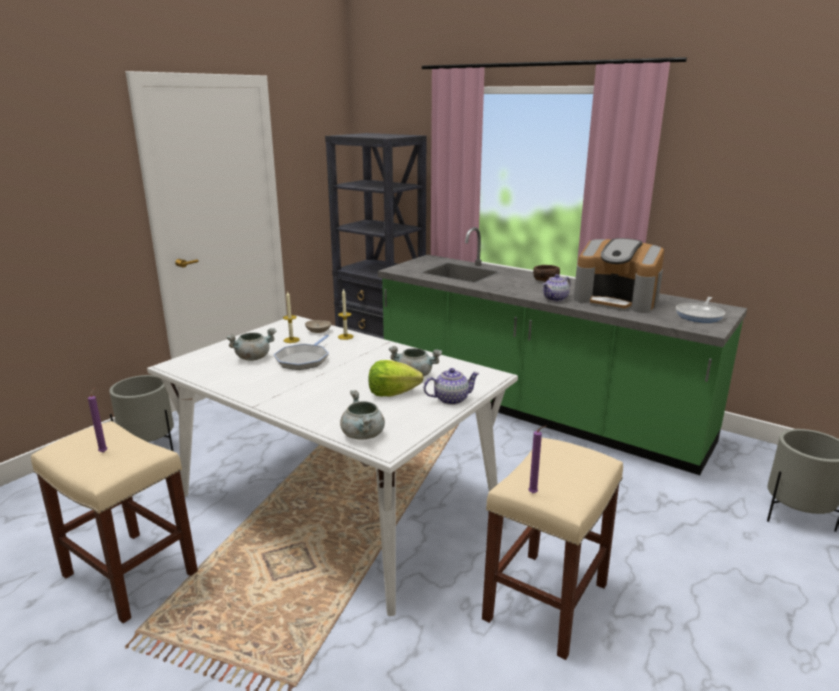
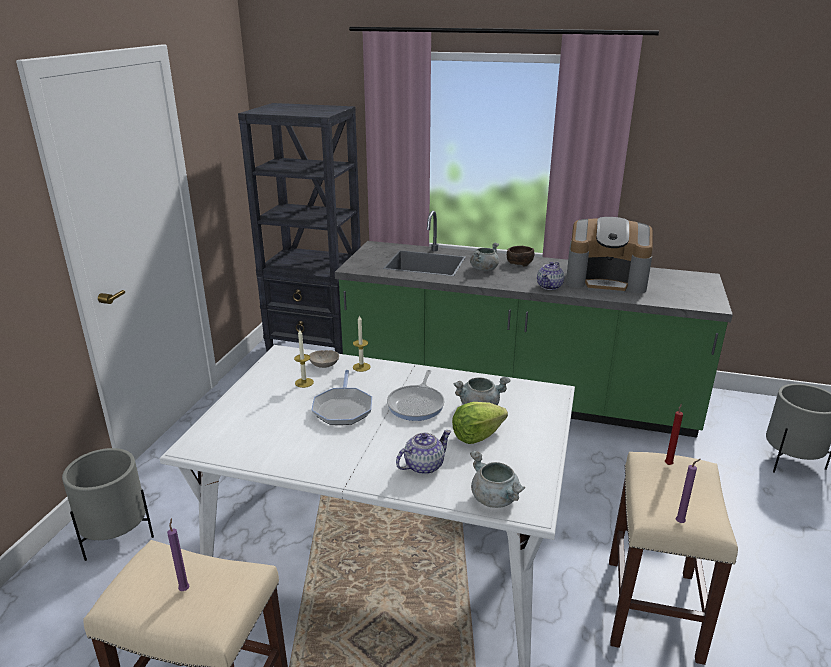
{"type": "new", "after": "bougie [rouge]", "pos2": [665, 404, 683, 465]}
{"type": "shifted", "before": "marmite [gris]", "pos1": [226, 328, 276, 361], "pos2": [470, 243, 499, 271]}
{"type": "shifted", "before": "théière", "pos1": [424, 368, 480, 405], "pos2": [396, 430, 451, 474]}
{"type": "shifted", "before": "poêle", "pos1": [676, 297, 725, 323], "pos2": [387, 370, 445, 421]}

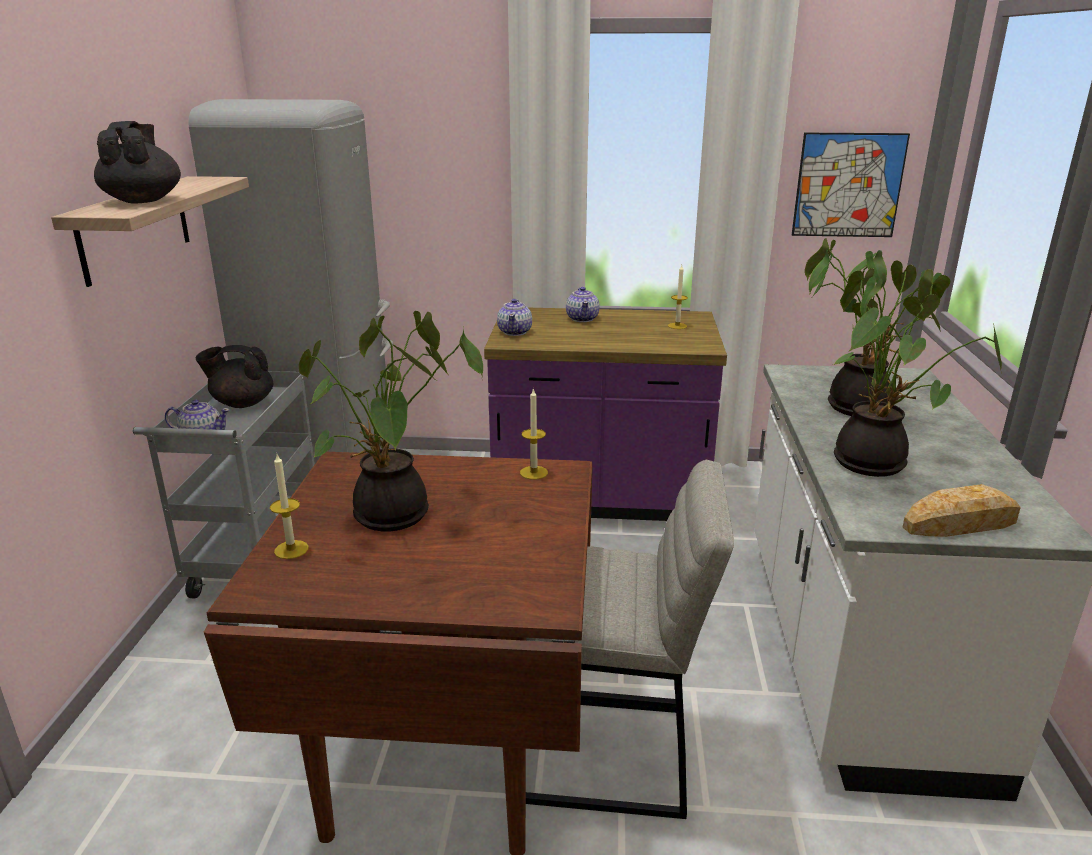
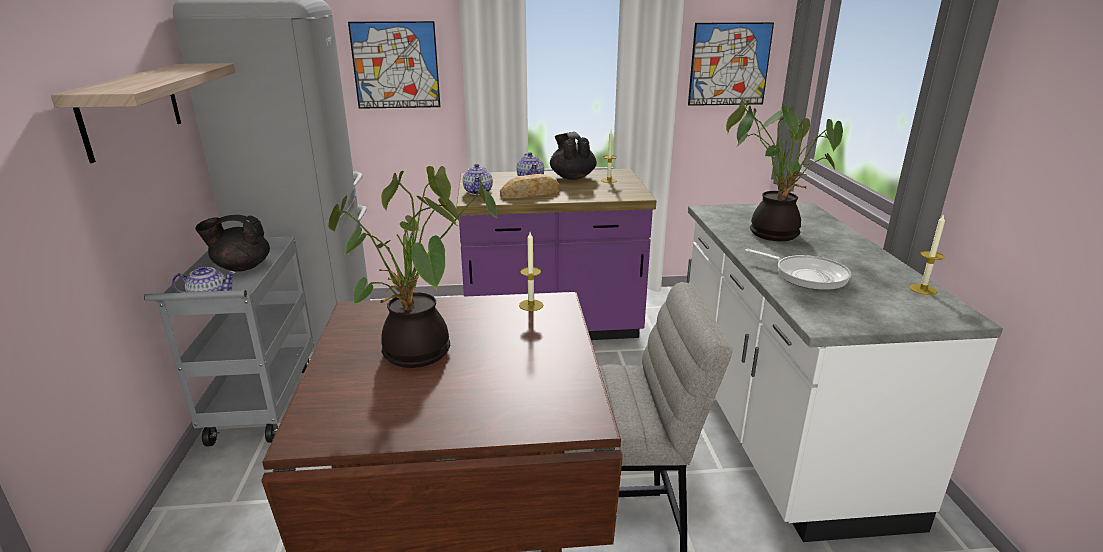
{"type": "new", "after": "tableau", "pos2": [348, 21, 441, 109]}
{"type": "shifted", "before": "théière [noir]", "pos1": [94, 121, 181, 204], "pos2": [550, 132, 597, 180]}
{"type": "shifted", "before": "bougie", "pos1": [270, 454, 309, 559], "pos2": [910, 214, 945, 295]}
{"type": "shifted", "before": "pain", "pos1": [902, 484, 1021, 537], "pos2": [500, 174, 560, 198]}
{"type": "swapped", "before": "plante en pot", "after": "poêle", "pos1": [833, 268, 1002, 477], "pos2": [745, 249, 851, 290]}

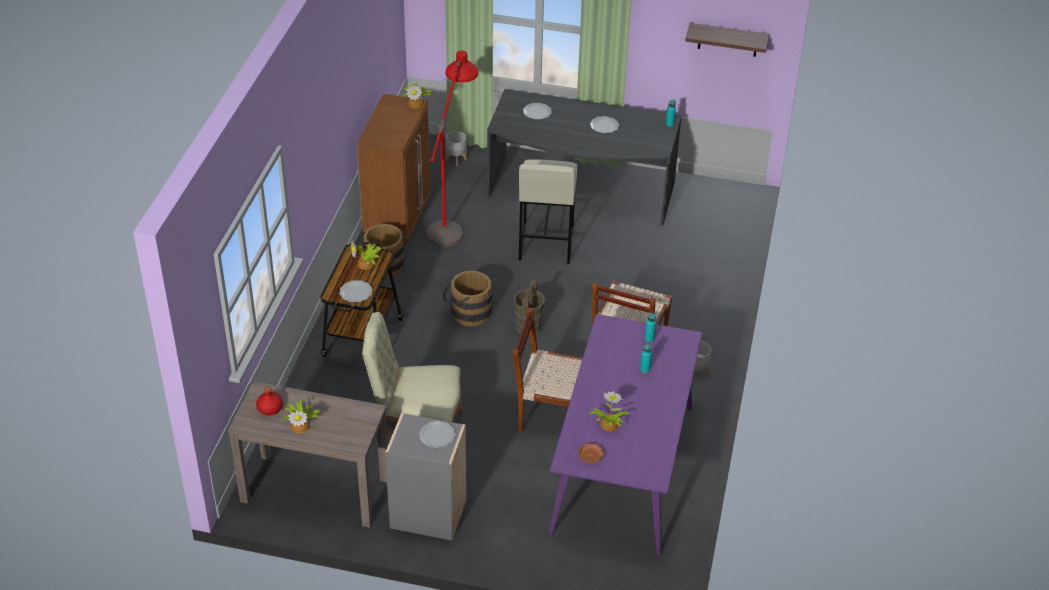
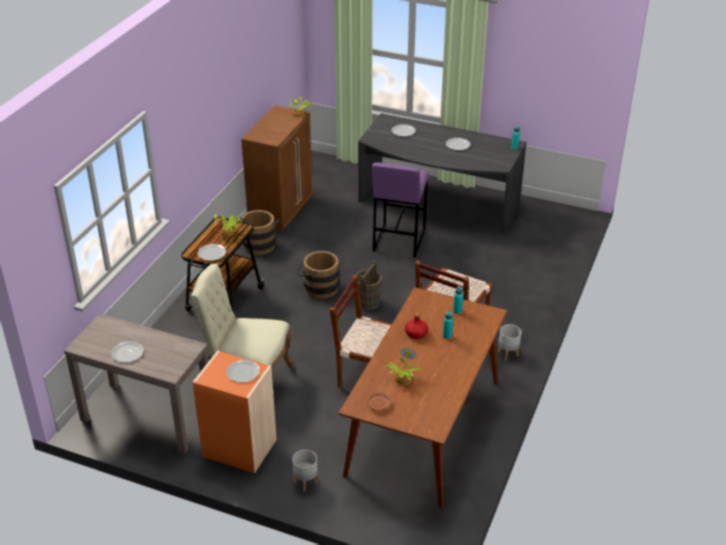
{"type": "gone", "before": "lampadaire [rouge]", "pos1": [426, 50, 478, 247]}
{"type": "gone", "before": "étagère", "pos1": [685, 23, 770, 57]}
{"type": "shifted", "before": "bouteille [rouge]", "pos1": [256, 386, 283, 415], "pos2": [405, 312, 428, 339]}
{"type": "shifted", "before": "cache-pot [gris]", "pos1": [446, 131, 467, 166], "pos2": [292, 450, 318, 491]}
{"type": "swapped", "before": "plante en pot", "after": "assiette", "pos1": [281, 400, 320, 434], "pos2": [111, 341, 144, 363]}
{"type": "repainted", "before": "bibliothèque [gris]", "after": "bibliothèque [orange]", "pos1": [385, 413, 466, 541], "pos2": [193, 350, 277, 473]}
{"type": "repainted", "before": "tabouret [beige]", "after": "tabouret [violet]", "pos1": [519, 159, 578, 264], "pos2": [372, 162, 429, 258]}
{"type": "repainted", "before": "table à manger [violet]", "after": "table à manger [marron]", "pos1": [549, 314, 702, 556], "pos2": [338, 287, 507, 508]}

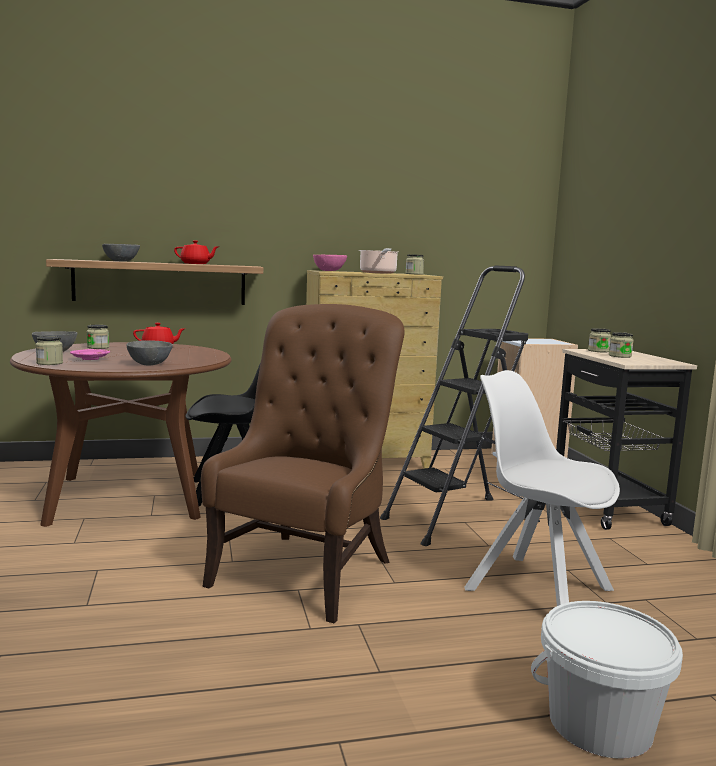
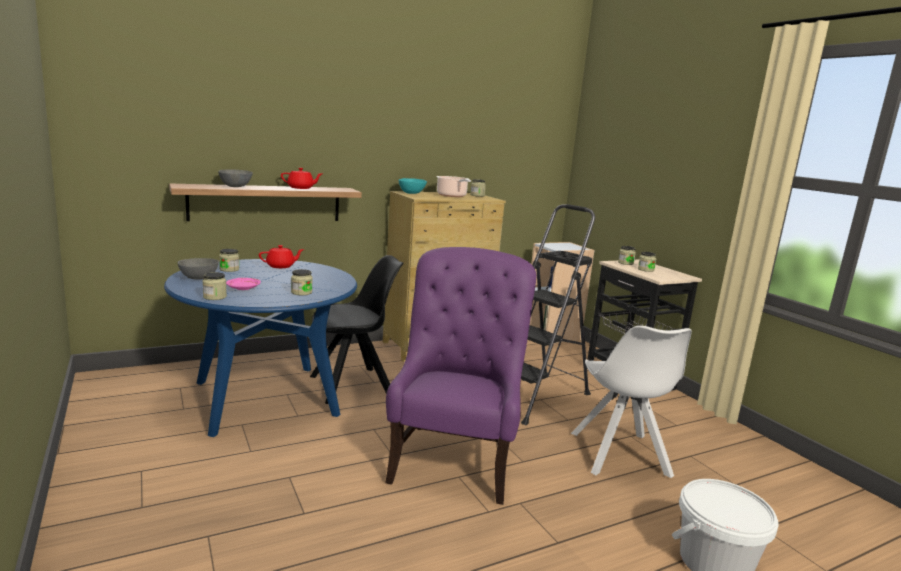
{"type": "swapped", "before": "bol [gris]", "after": "bocal", "pos1": [127, 340, 173, 365], "pos2": [291, 269, 313, 295]}
{"type": "repainted", "before": "table à manger [marron]", "after": "table à manger [bleu]", "pos1": [10, 342, 232, 527], "pos2": [164, 259, 357, 437]}
{"type": "repainted", "before": "chaise [marron]", "after": "chaise [violet]", "pos1": [201, 304, 405, 623], "pos2": [385, 247, 536, 505]}
{"type": "repainted", "before": "bol [rose]", "after": "bol [turquoise]", "pos1": [313, 255, 347, 271], "pos2": [399, 178, 427, 194]}
{"type": "rotated", "before": "chaise [blanc]", "pos1": [465, 370, 620, 606], "pos2": [571, 326, 692, 478], "turn": -120}

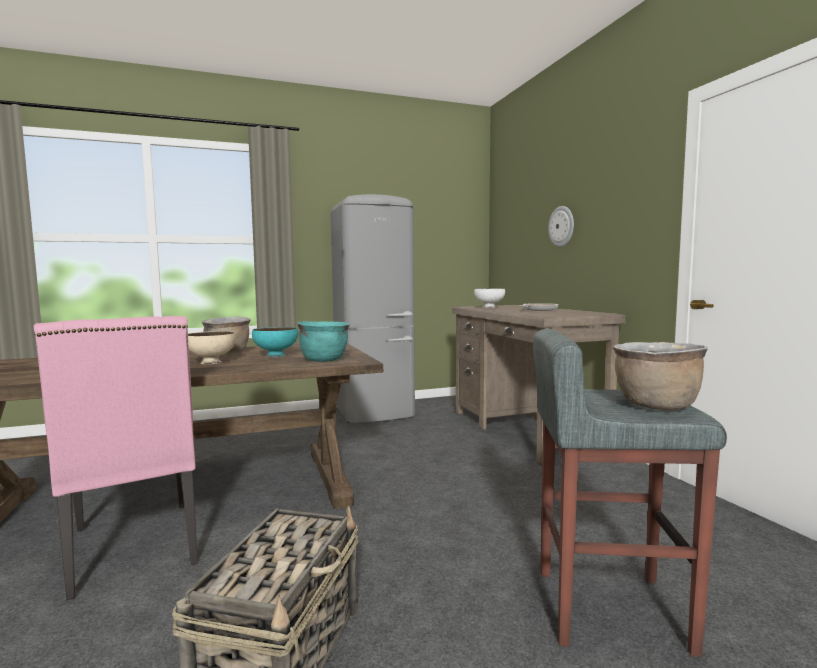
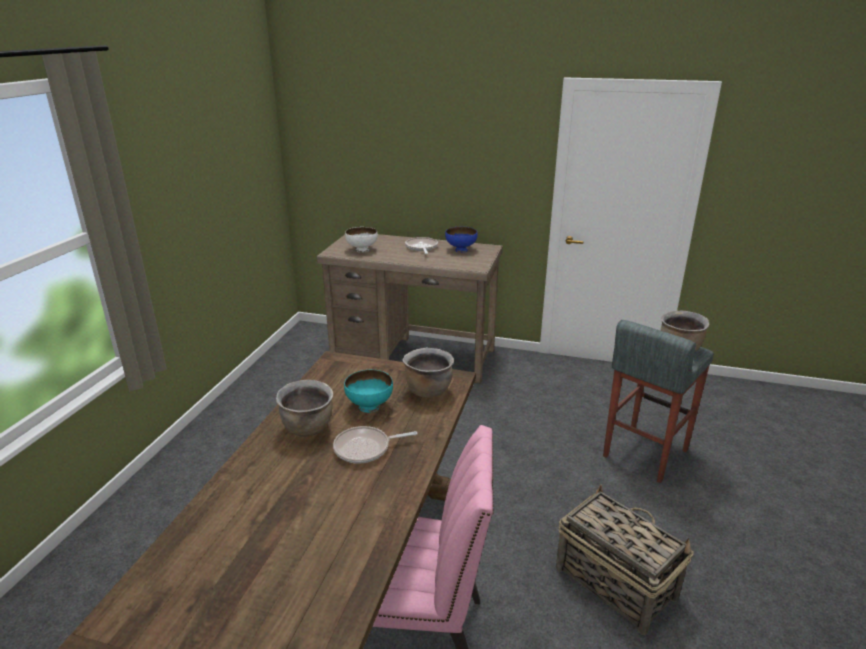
{"type": "gone", "before": "réfrigérateur [gris]", "pos1": [331, 194, 415, 423]}
{"type": "gone", "before": "horloge murale", "pos1": [548, 206, 574, 247]}
{"type": "new", "after": "bol [bleu]", "pos2": [445, 227, 478, 253]}
{"type": "swapped", "before": "bol [beige]", "after": "poêle", "pos1": [188, 331, 236, 364], "pos2": [333, 426, 418, 464]}
{"type": "repainted", "before": "marmite [turquoise]", "after": "marmite [marron]", "pos1": [297, 321, 350, 362], "pos2": [403, 347, 454, 398]}

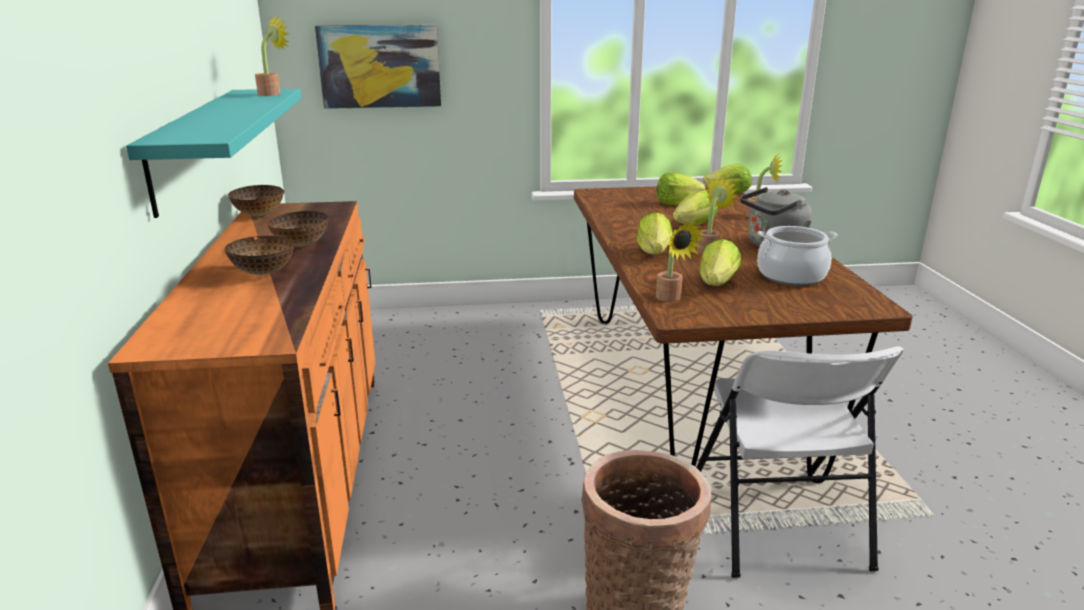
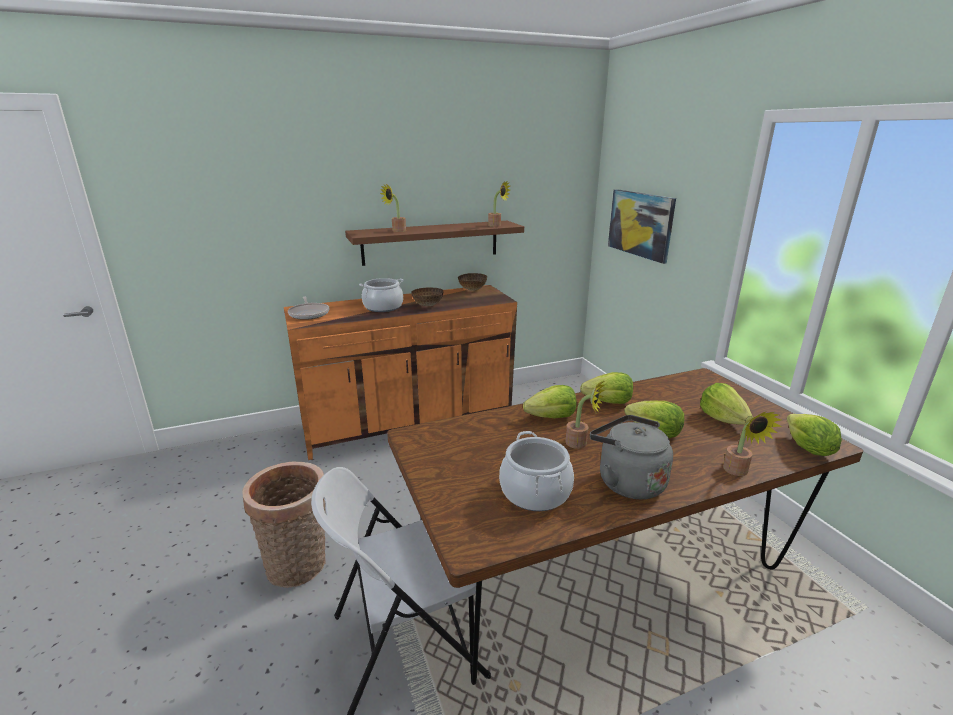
{"type": "new", "after": "poêle", "pos2": [288, 297, 330, 320]}
{"type": "shifted", "before": "plante en pot", "pos1": [656, 222, 705, 302], "pos2": [380, 184, 406, 232]}
{"type": "shifted", "before": "laitue", "pos1": [699, 239, 741, 286], "pos2": [580, 372, 633, 404]}
{"type": "swapped", "before": "bol", "after": "marmite", "pos1": [225, 236, 294, 275], "pos2": [359, 278, 404, 312]}
{"type": "repainted", "before": "étagère [turquoise]", "after": "étagère [marron]", "pos1": [126, 89, 302, 218], "pos2": [345, 221, 524, 266]}

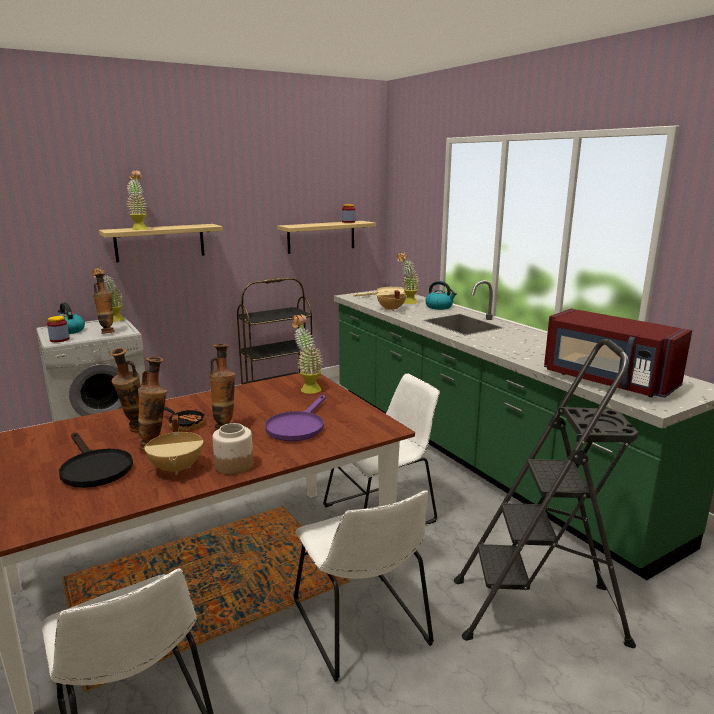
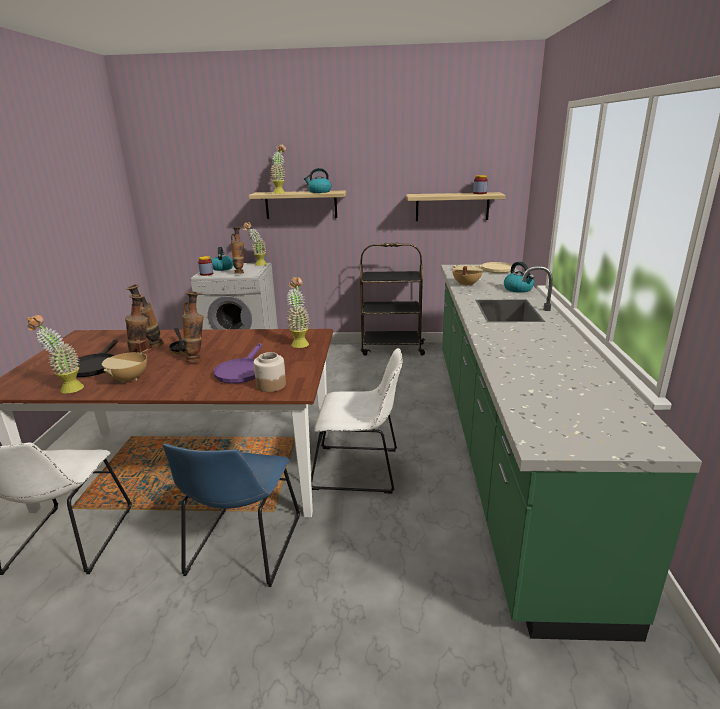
{"type": "gone", "before": "escabeau", "pos1": [454, 339, 638, 648]}
{"type": "gone", "before": "micro-ondes [rouge]", "pos1": [544, 309, 692, 398]}
{"type": "new", "after": "bouilloire", "pos2": [304, 168, 331, 193]}
{"type": "shifted", "before": "bocal", "pos1": [212, 423, 253, 475], "pos2": [253, 352, 286, 392]}
{"type": "shifted", "before": "plante en pot", "pos1": [397, 252, 420, 304], "pos2": [27, 315, 84, 393]}
{"type": "repainted", "before": "chaise [blanc]", "after": "chaise [bleu]", "pos1": [294, 490, 434, 682], "pos2": [162, 444, 300, 587]}
{"type": "rotated", "before": "poêle [violet]", "pos1": [265, 395, 326, 441], "pos2": [213, 343, 262, 384], "turn": -45}

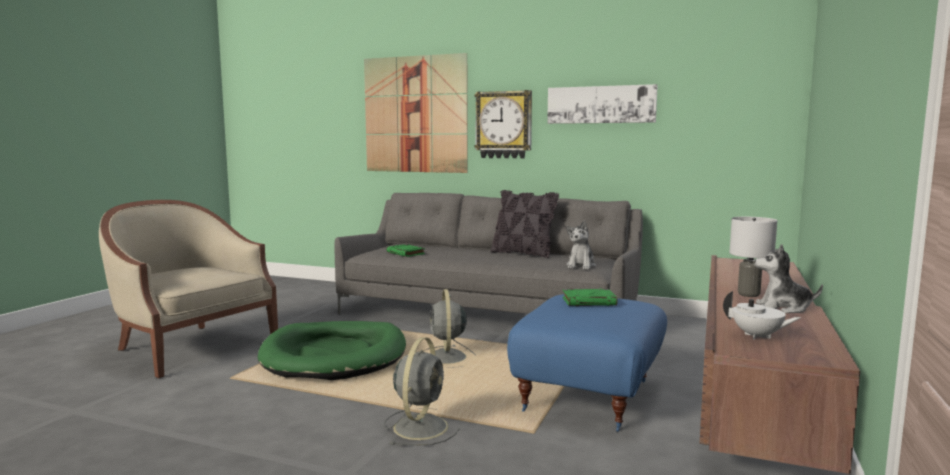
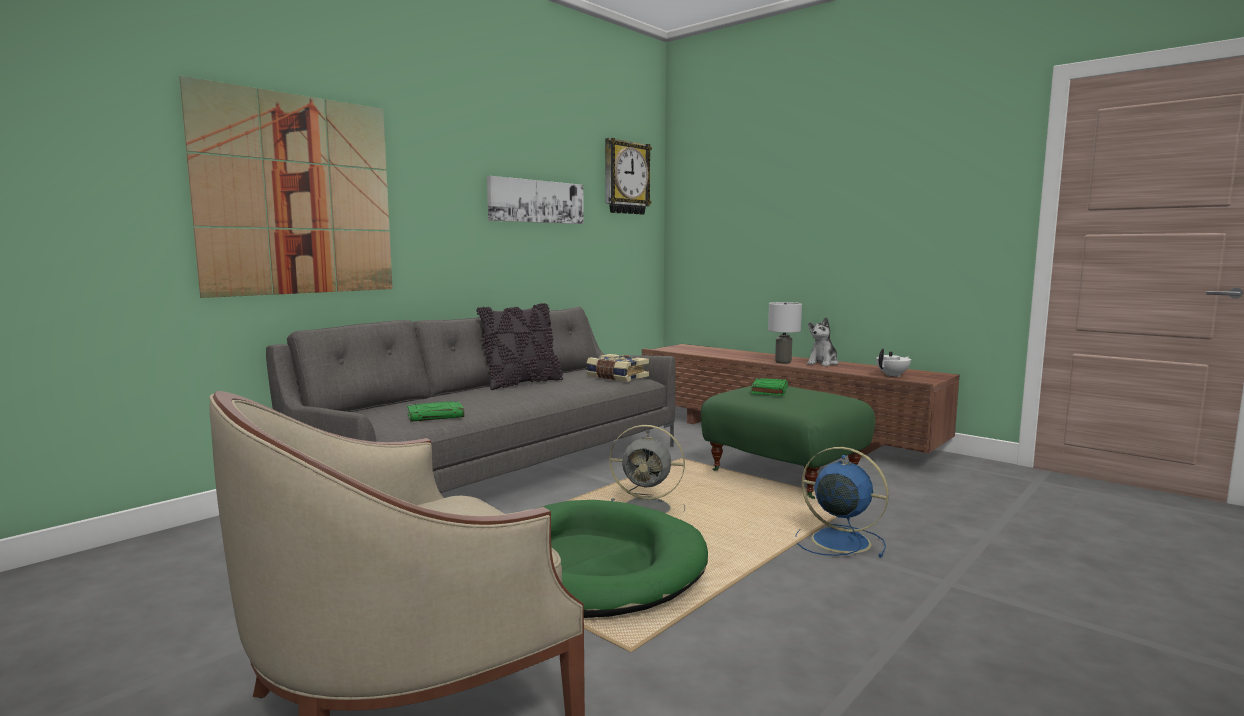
{"type": "shifted", "before": "horloge murale", "pos1": [475, 90, 532, 158], "pos2": [605, 138, 652, 215]}
{"type": "swapped", "before": "peluche", "after": "livre", "pos1": [566, 221, 596, 270], "pos2": [587, 354, 649, 382]}
{"type": "repainted", "before": "ventilateur [gris]", "after": "ventilateur [bleu]", "pos1": [384, 337, 460, 446], "pos2": [796, 447, 889, 558]}
{"type": "repainted", "before": "pouf [bleu]", "after": "pouf [vert]", "pos1": [507, 294, 667, 432], "pos2": [701, 386, 875, 499]}

